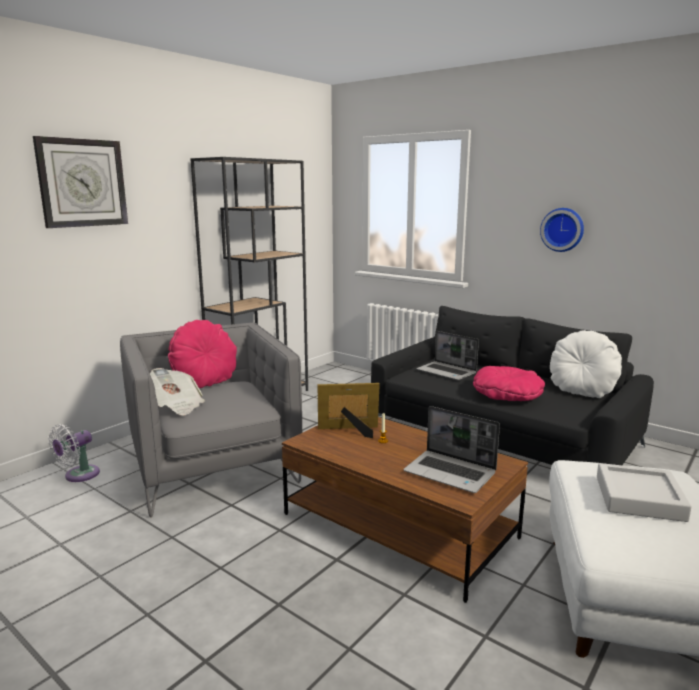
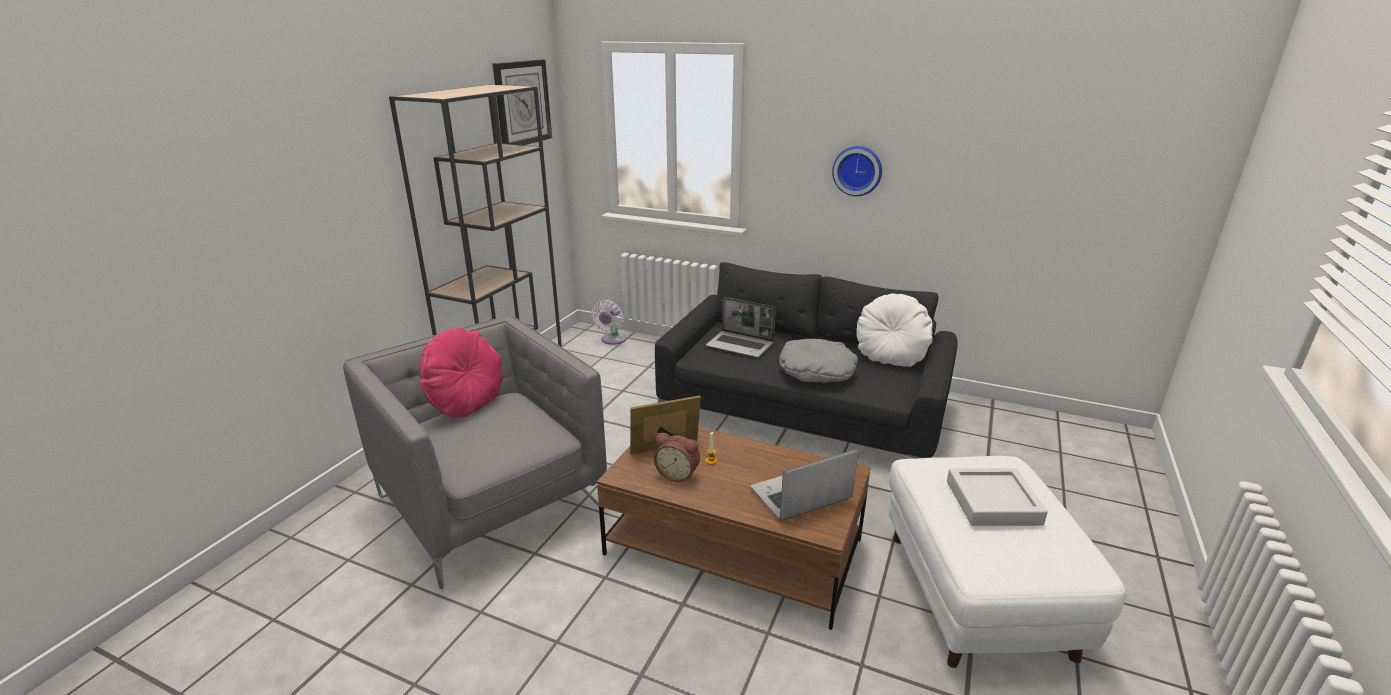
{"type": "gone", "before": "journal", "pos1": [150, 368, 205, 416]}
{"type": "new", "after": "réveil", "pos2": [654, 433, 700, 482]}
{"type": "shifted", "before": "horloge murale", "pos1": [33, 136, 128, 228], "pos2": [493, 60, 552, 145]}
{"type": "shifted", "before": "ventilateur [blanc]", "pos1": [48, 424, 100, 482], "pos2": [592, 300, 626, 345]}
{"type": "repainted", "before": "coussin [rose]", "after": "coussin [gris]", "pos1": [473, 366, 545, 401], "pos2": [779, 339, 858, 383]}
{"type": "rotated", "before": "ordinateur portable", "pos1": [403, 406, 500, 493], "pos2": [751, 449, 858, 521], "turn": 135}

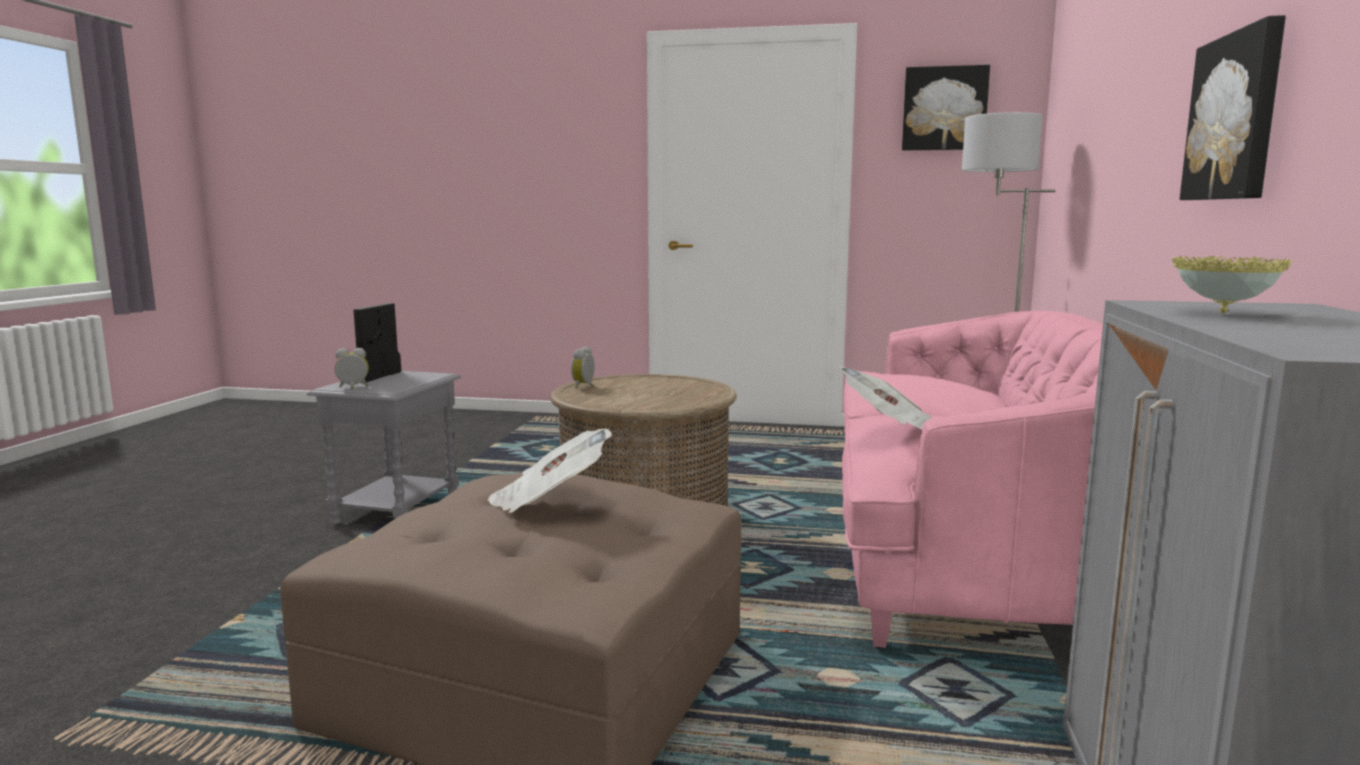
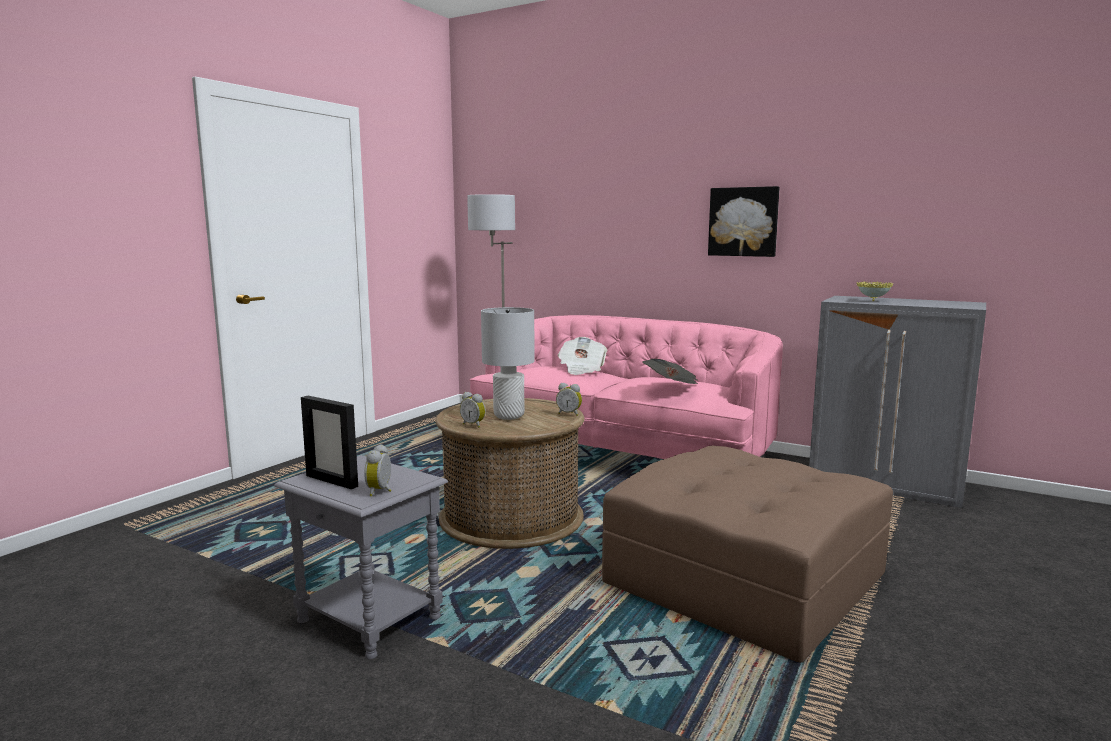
{"type": "gone", "before": "tableau", "pos1": [902, 65, 990, 150]}
{"type": "new", "after": "lampe de table [gris]", "pos2": [481, 307, 535, 420]}
{"type": "new", "after": "réveil", "pos2": [556, 383, 582, 416]}
{"type": "shifted", "before": "journal", "pos1": [488, 429, 612, 513], "pos2": [558, 337, 607, 375]}

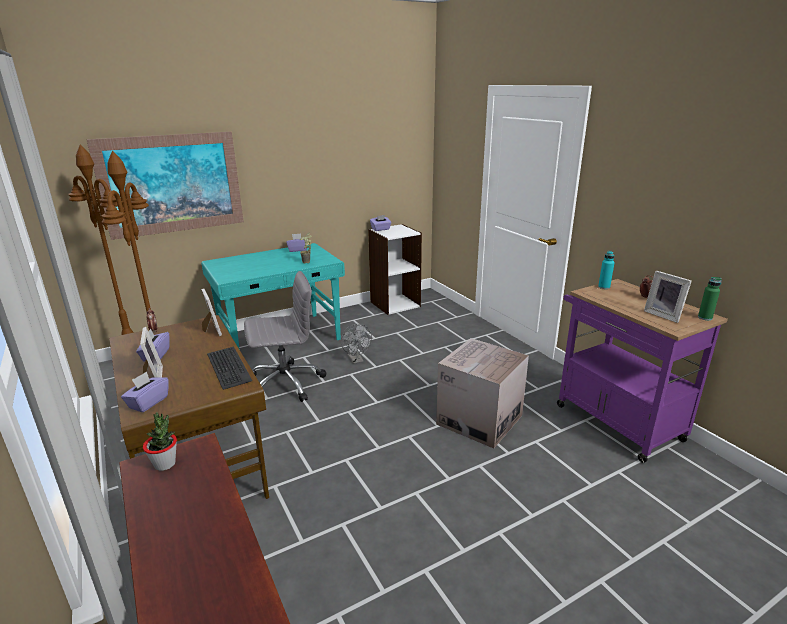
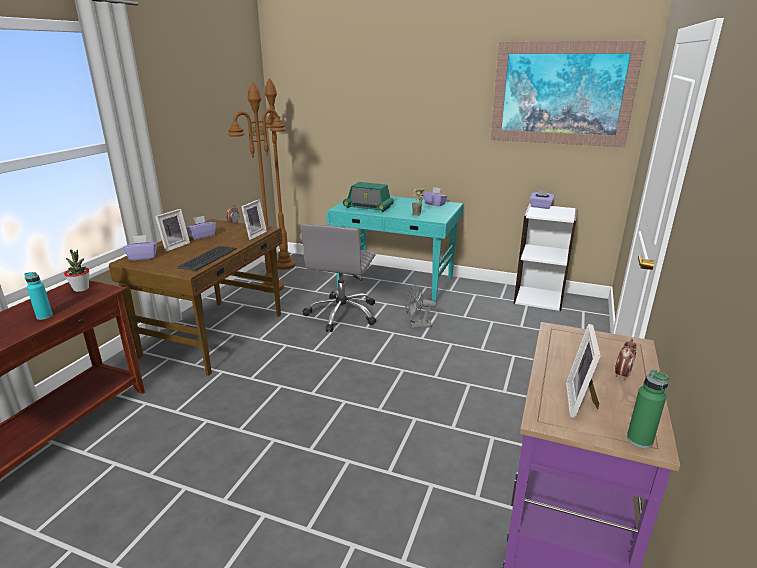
{"type": "gone", "before": "carton", "pos1": [436, 338, 529, 449]}
{"type": "new", "after": "radio", "pos2": [343, 182, 394, 212]}
{"type": "shifted", "before": "tableau", "pos1": [86, 132, 244, 240], "pos2": [491, 41, 646, 147]}
{"type": "shifted", "before": "bouteille [turquoise]", "pos1": [598, 251, 615, 289], "pos2": [24, 272, 53, 320]}
{"type": "rotated", "before": "chaise de bureau [gris]", "pos1": [244, 271, 327, 402], "pos2": [300, 224, 376, 332], "turn": 75}
{"type": "rotated", "before": "ventilateur [gris]", "pos1": [341, 324, 372, 364], "pos2": [405, 285, 436, 328], "turn": 60}

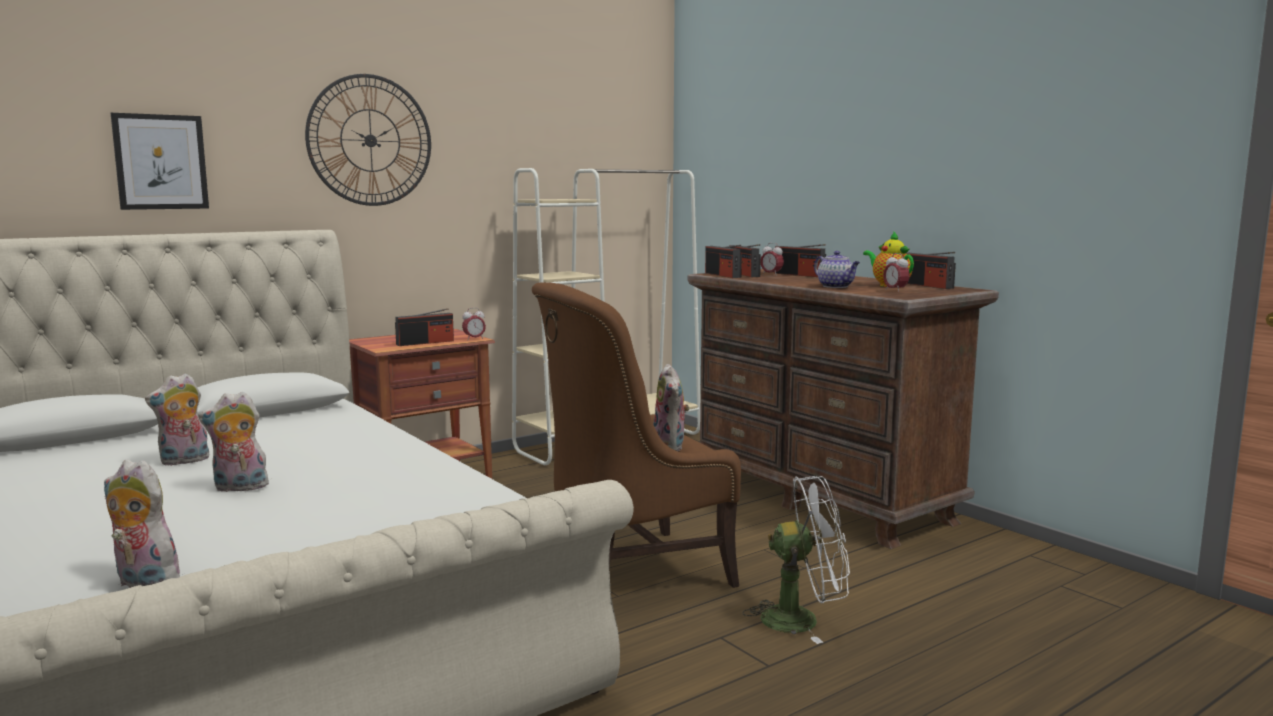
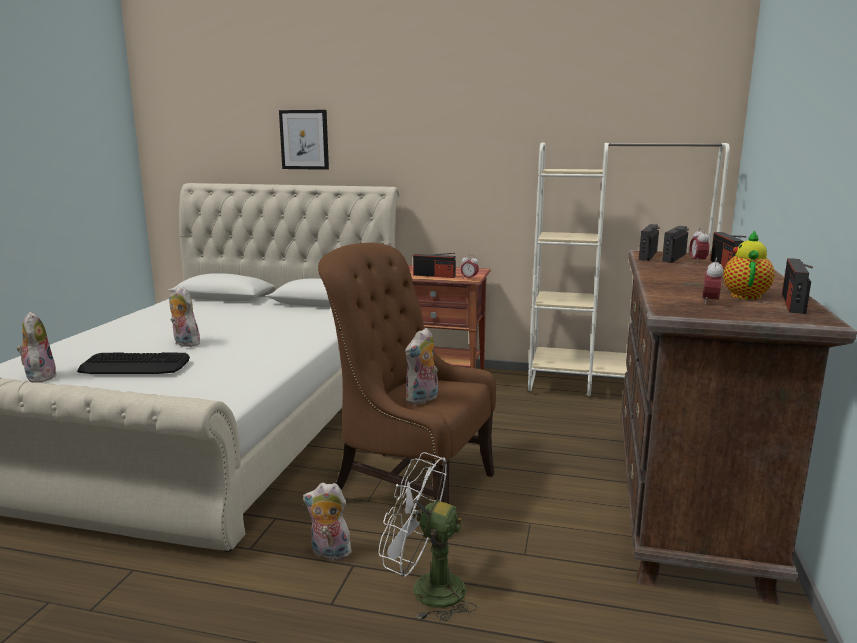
{"type": "gone", "before": "horloge murale", "pos1": [305, 74, 431, 206]}
{"type": "gone", "before": "théière", "pos1": [814, 251, 860, 288]}
{"type": "new", "after": "clavier", "pos2": [77, 352, 190, 374]}
{"type": "shifted", "before": "peluche", "pos1": [145, 373, 210, 466], "pos2": [303, 483, 356, 560]}
{"type": "rotated", "before": "ventilateur [blanc]", "pos1": [743, 476, 850, 644], "pos2": [378, 452, 477, 622], "turn": 150}

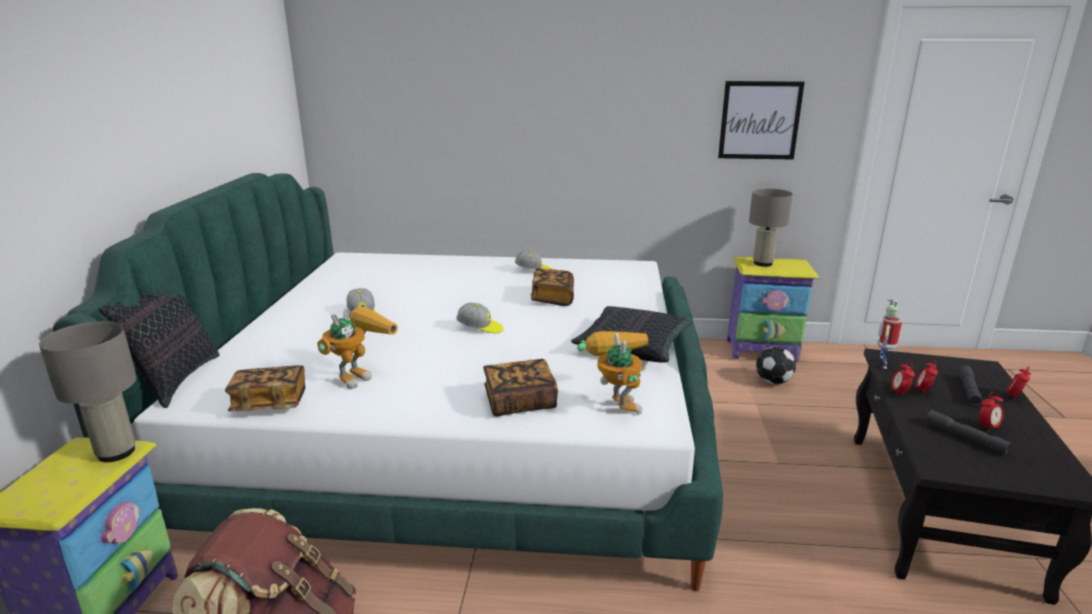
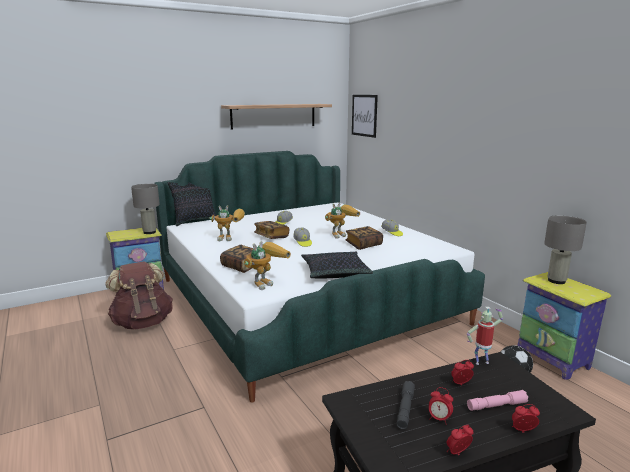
{"type": "new", "after": "étagère", "pos2": [221, 104, 332, 129]}
{"type": "new", "after": "robot jouet", "pos2": [325, 202, 360, 239]}
{"type": "shifted", "before": "livre", "pos1": [225, 365, 305, 411], "pos2": [254, 221, 289, 239]}
{"type": "shifted", "before": "tableau", "pos1": [718, 81, 805, 160], "pos2": [352, 95, 378, 138]}
{"type": "shifted", "before": "réveil", "pos1": [891, 361, 915, 396], "pos2": [446, 425, 474, 455]}
{"type": "repainted", "before": "lampe de poche [gris]", "after": "lampe de poche [rose]", "pos1": [958, 366, 982, 406], "pos2": [467, 390, 528, 411]}

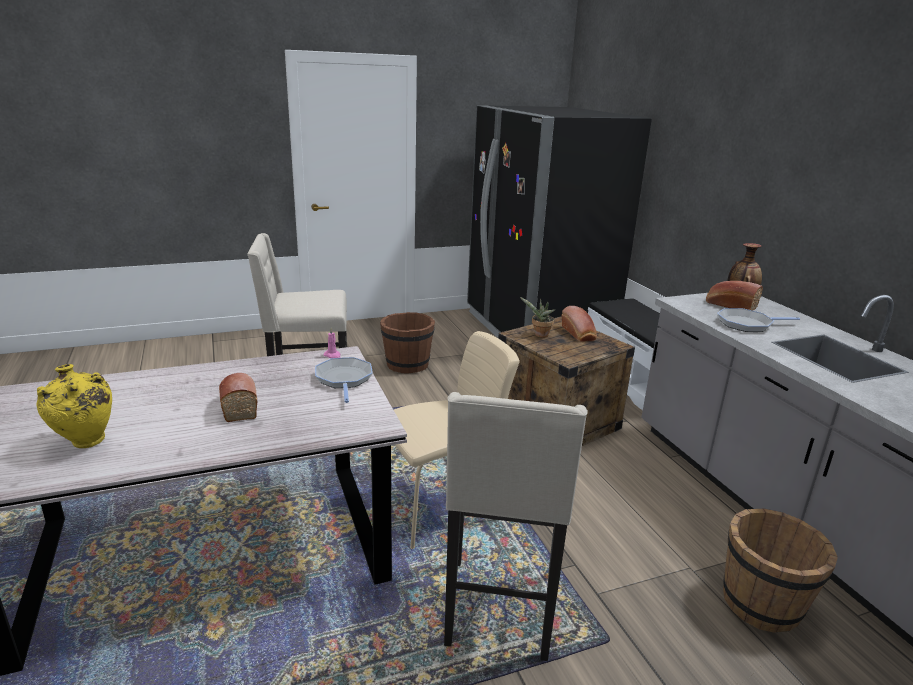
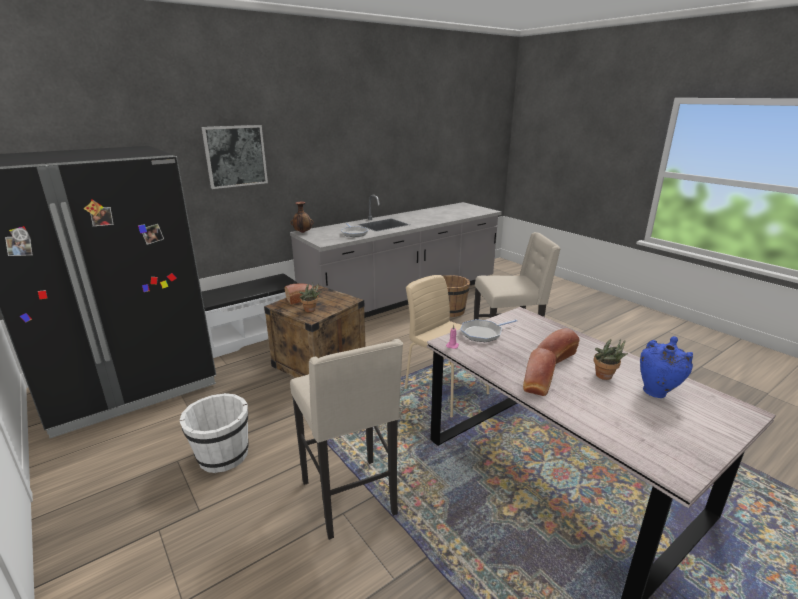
{"type": "new", "after": "tableau", "pos2": [201, 125, 268, 189]}
{"type": "new", "after": "plante en pot", "pos2": [594, 339, 628, 380]}
{"type": "shifted", "before": "pain", "pos1": [706, 281, 763, 311], "pos2": [523, 348, 557, 396]}
{"type": "repainted", "before": "vase [jaune]", "after": "vase [bleu]", "pos1": [37, 364, 112, 448], "pos2": [640, 336, 693, 398]}
{"type": "repainted", "before": "seau [marron]", "after": "seau [blanc]", "pos1": [380, 312, 435, 373], "pos2": [179, 393, 249, 473]}

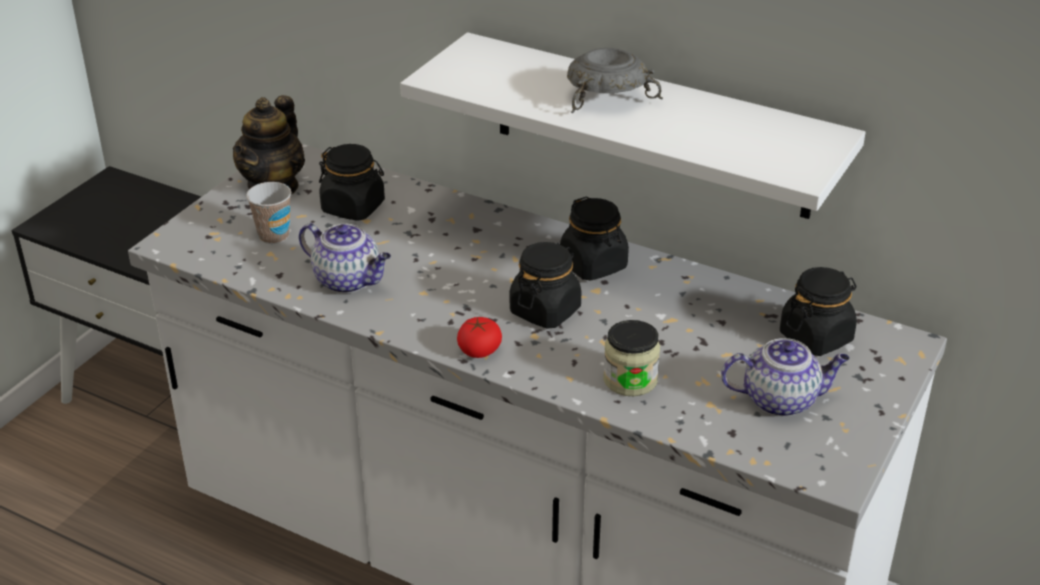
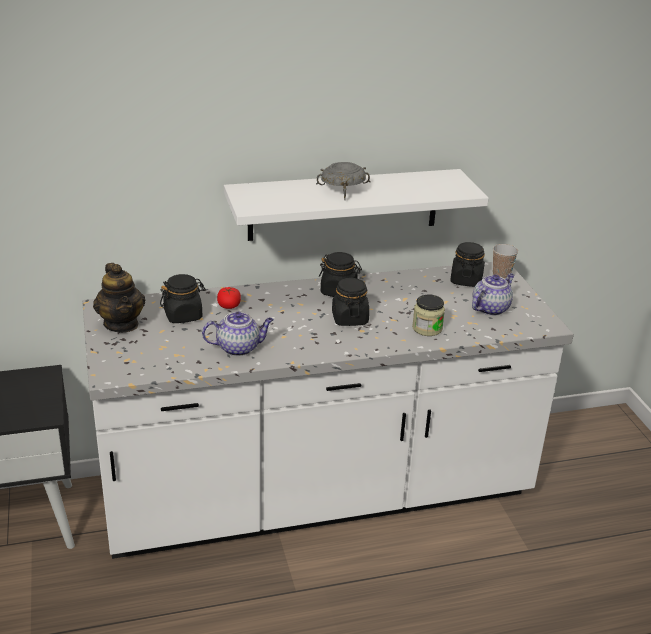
{"type": "shifted", "before": "tasse", "pos1": [246, 182, 291, 244], "pos2": [493, 244, 518, 279]}
{"type": "shifted", "before": "tomate", "pos1": [457, 317, 502, 358], "pos2": [217, 287, 241, 309]}

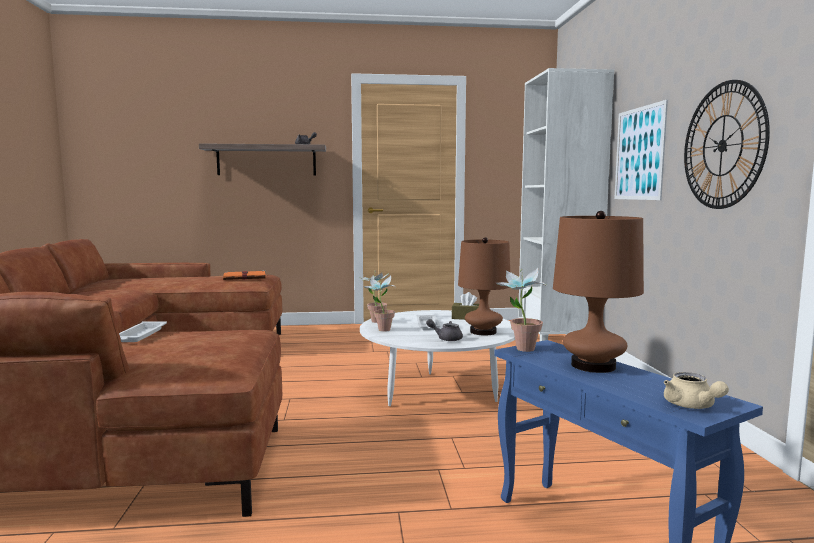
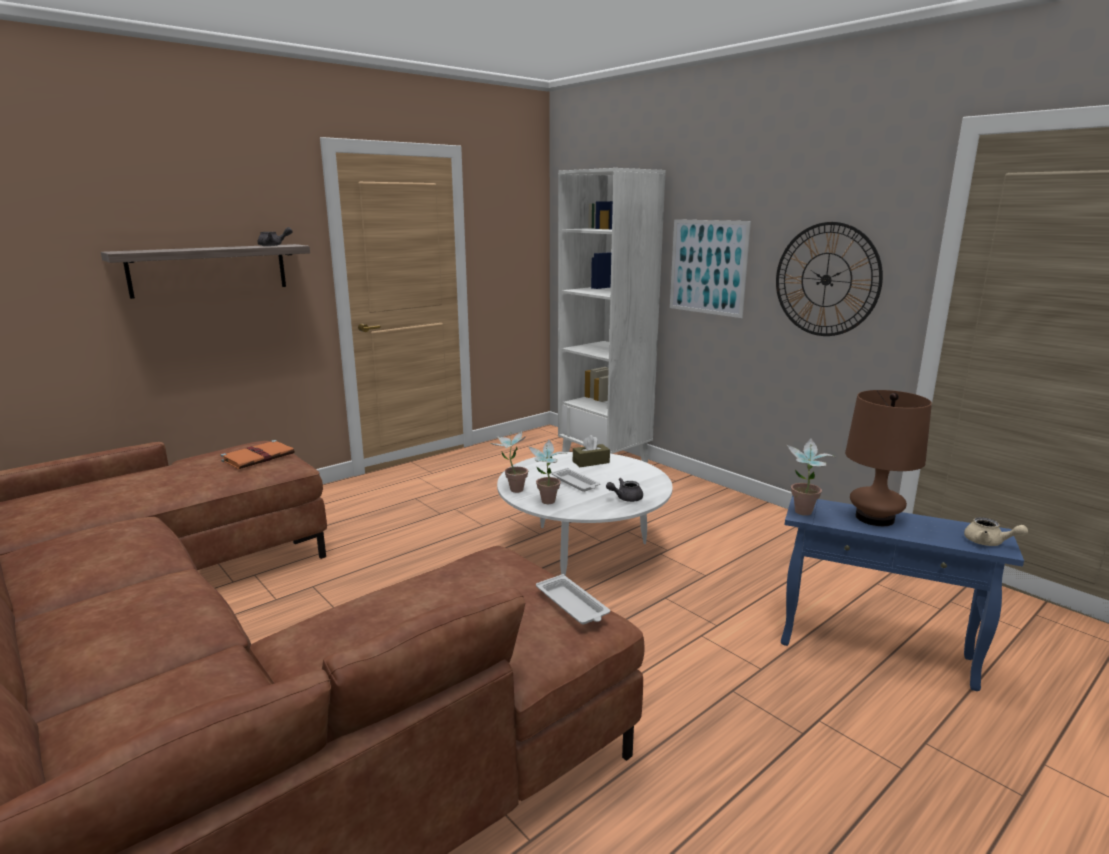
{"type": "gone", "before": "lampe de table [marron]", "pos1": [458, 237, 510, 336]}
{"type": "shifted", "before": "plateau [blanc]", "pos1": [119, 321, 167, 342], "pos2": [536, 574, 610, 625]}

